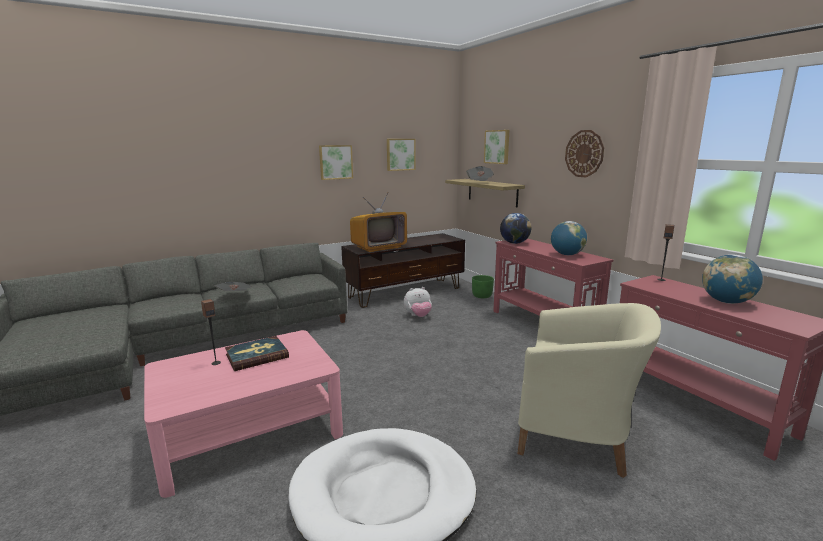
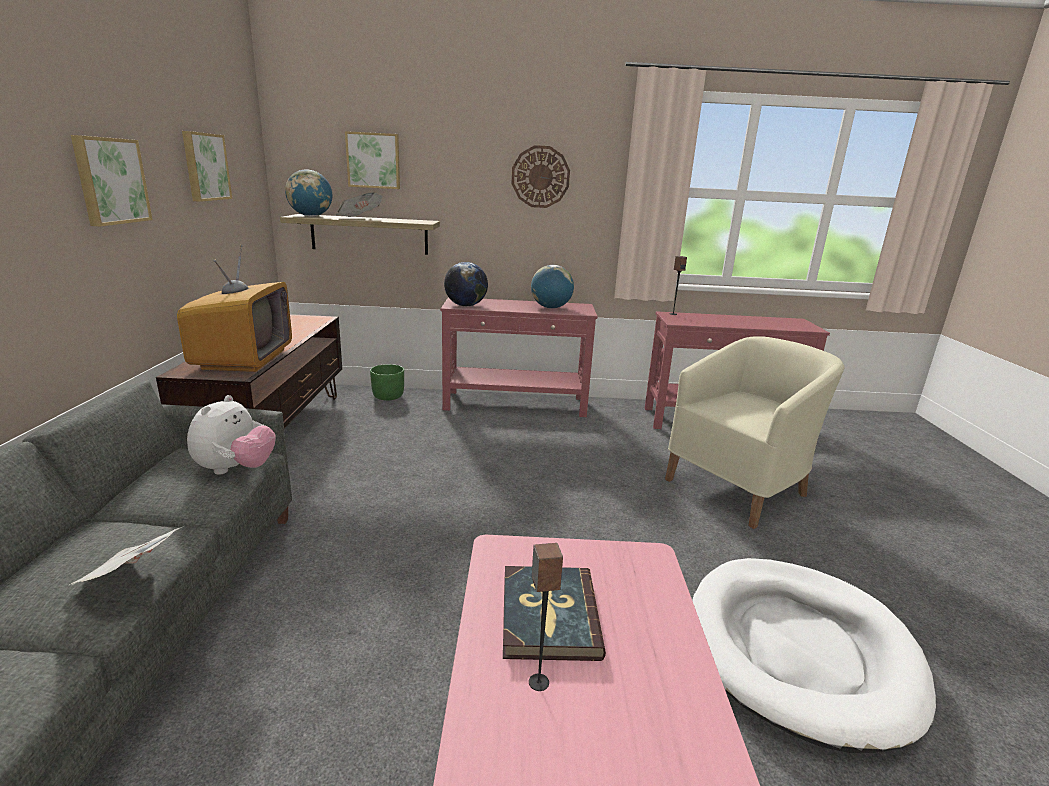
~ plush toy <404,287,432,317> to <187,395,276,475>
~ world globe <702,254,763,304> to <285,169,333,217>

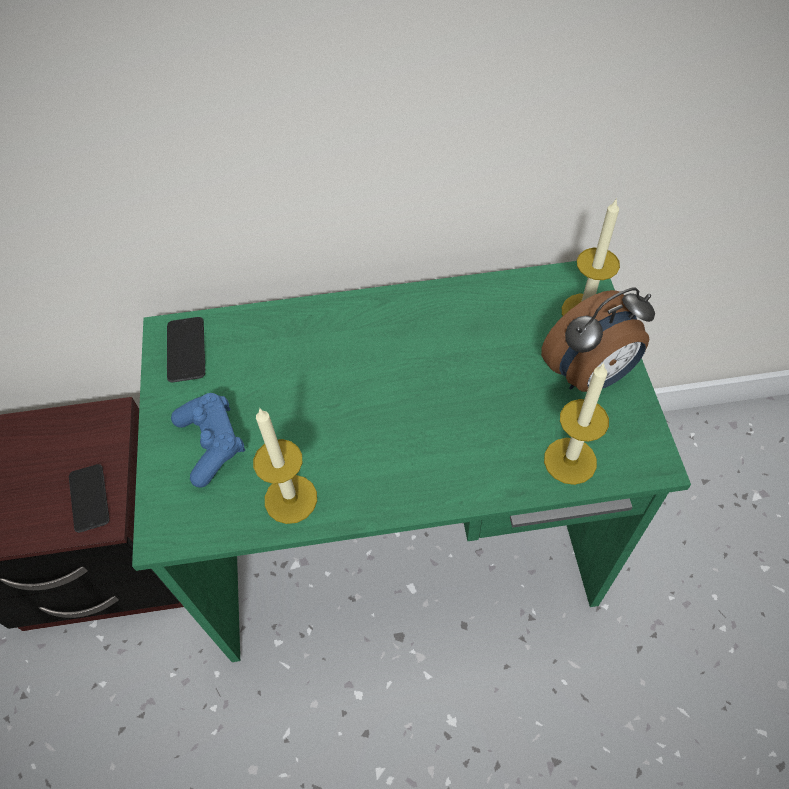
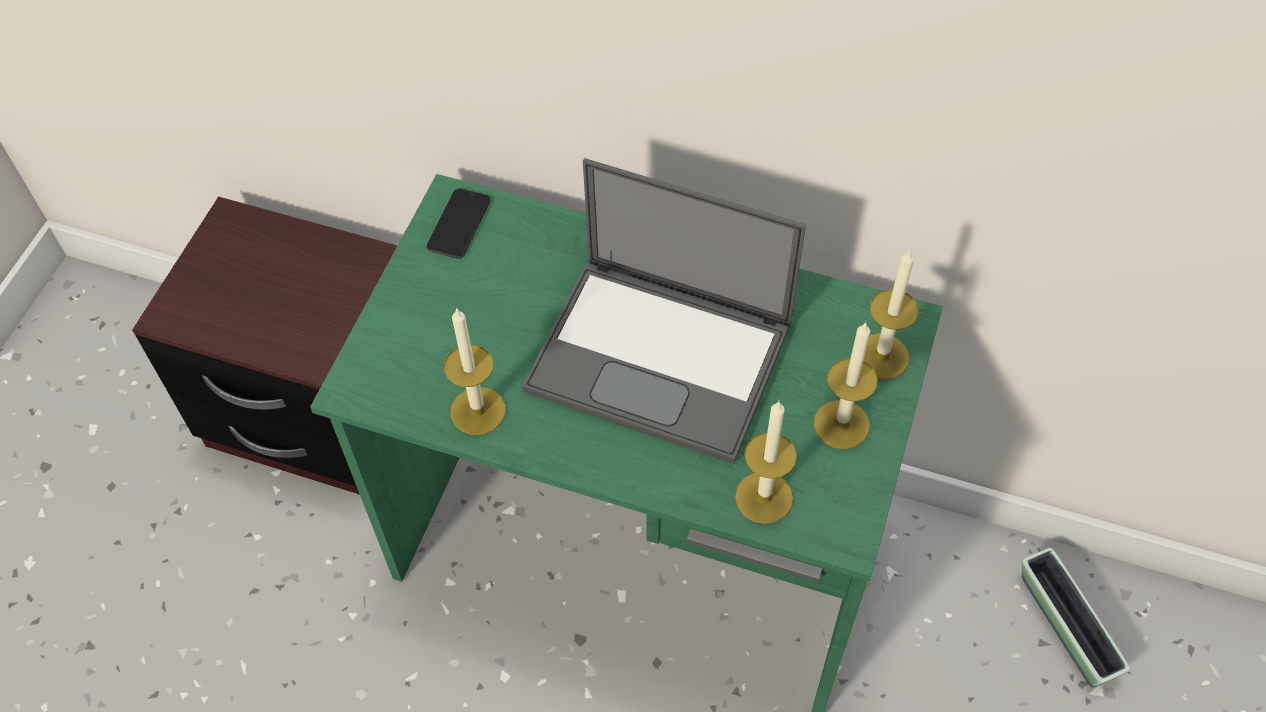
+ portable computer <522,158,806,464>
~ table clock <541,288,655,392> to wax candle <814,322,878,449>
+ plant pot <1022,548,1130,687>
- handset <69,464,109,533>
- bluish game controller <171,393,245,488>

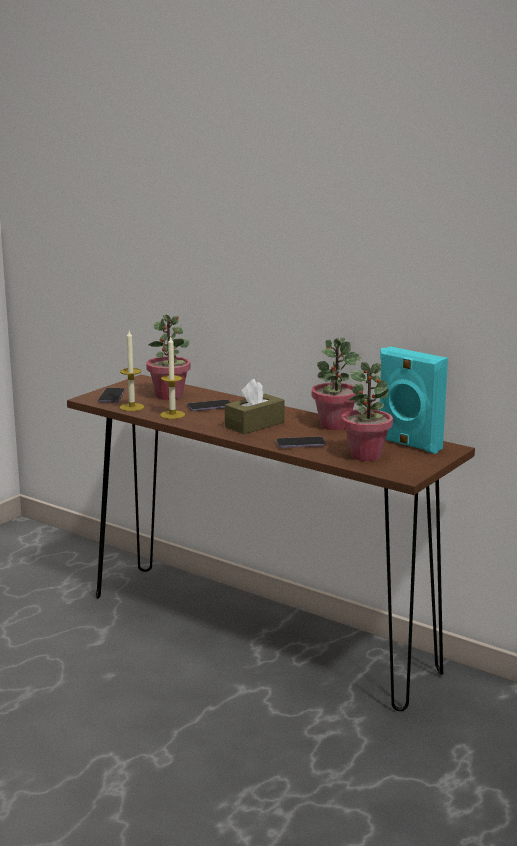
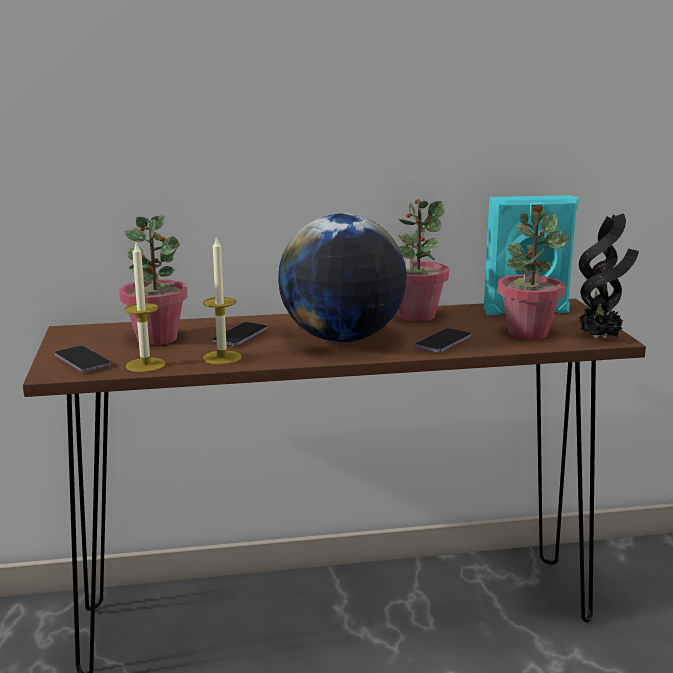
~ brownish tissue box <225,379,285,434> to world globe <278,213,407,342>
+ plant in a pot <579,213,639,339>

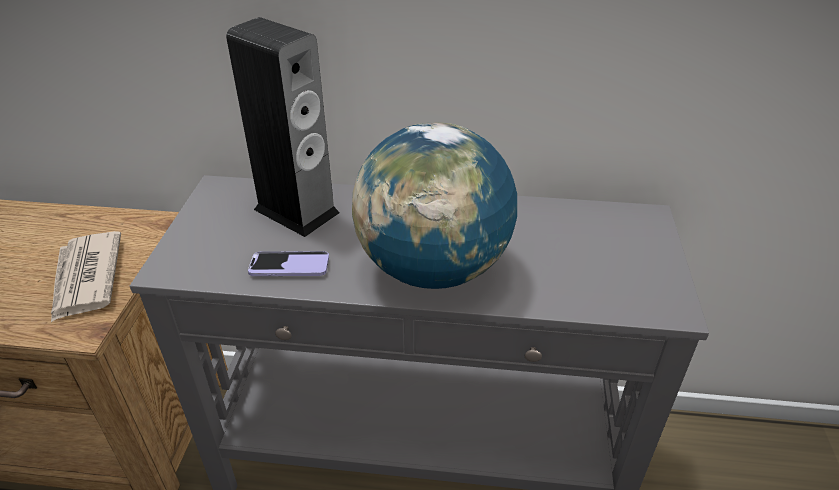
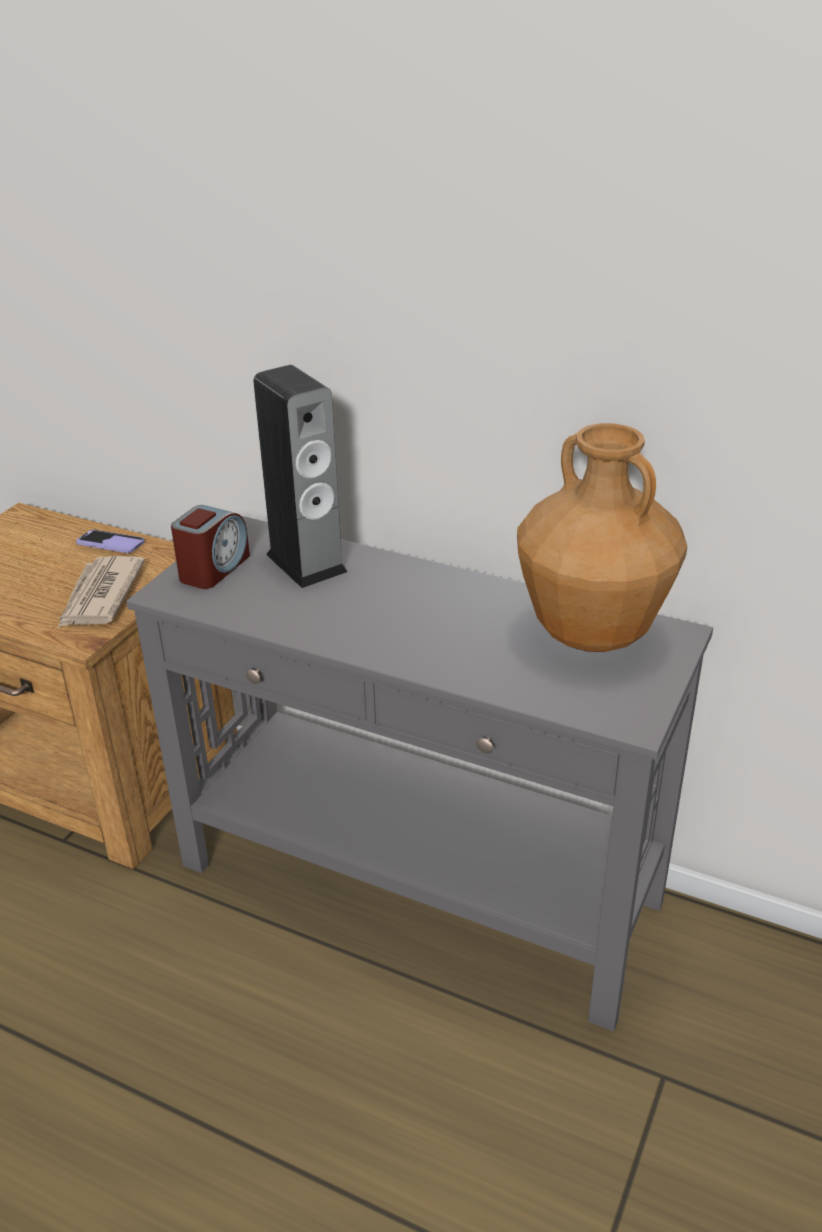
~ handset <248,251,329,276> to <76,530,145,553>
+ table clock <171,505,250,589>
+ brownish vase <517,423,687,652>
- world globe <352,123,517,289>

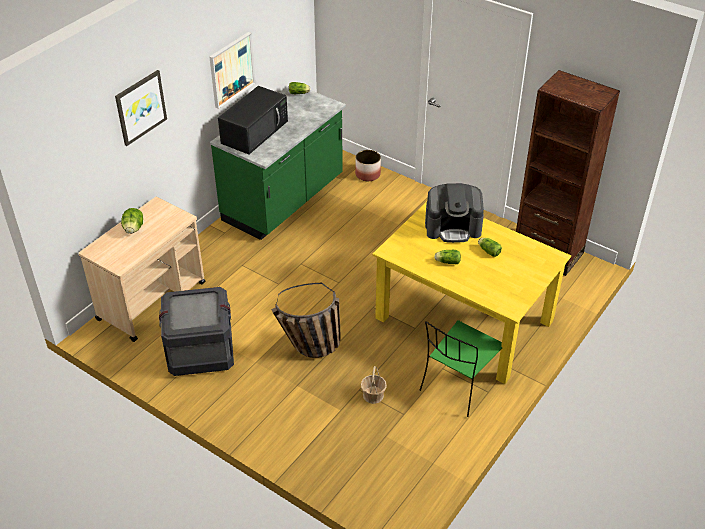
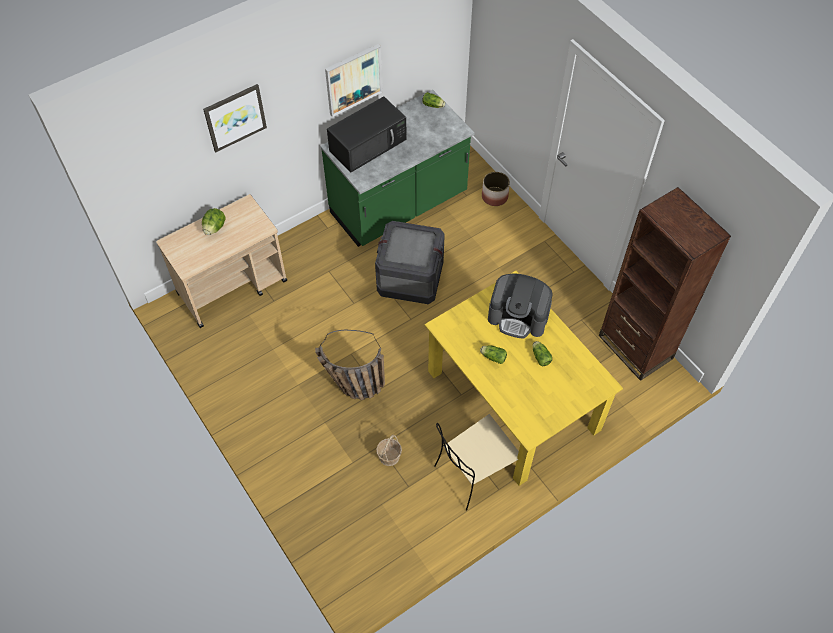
~ crate <159,287,234,376> to <375,221,445,304>
~ green chair <420,320,503,417> to beige chair <434,414,519,511>

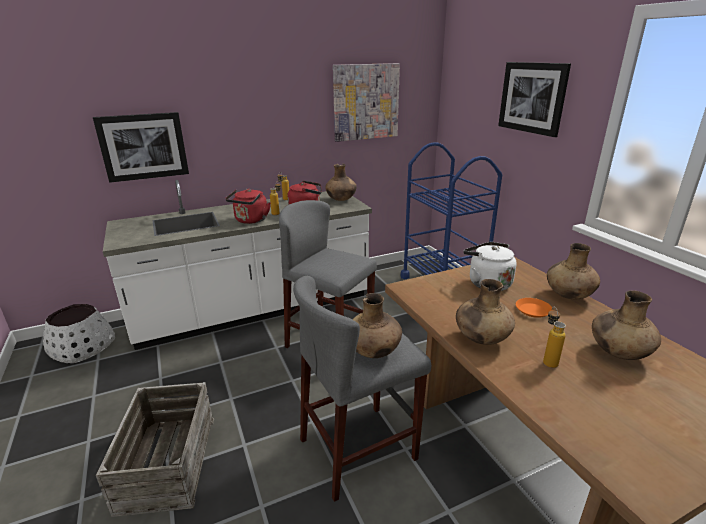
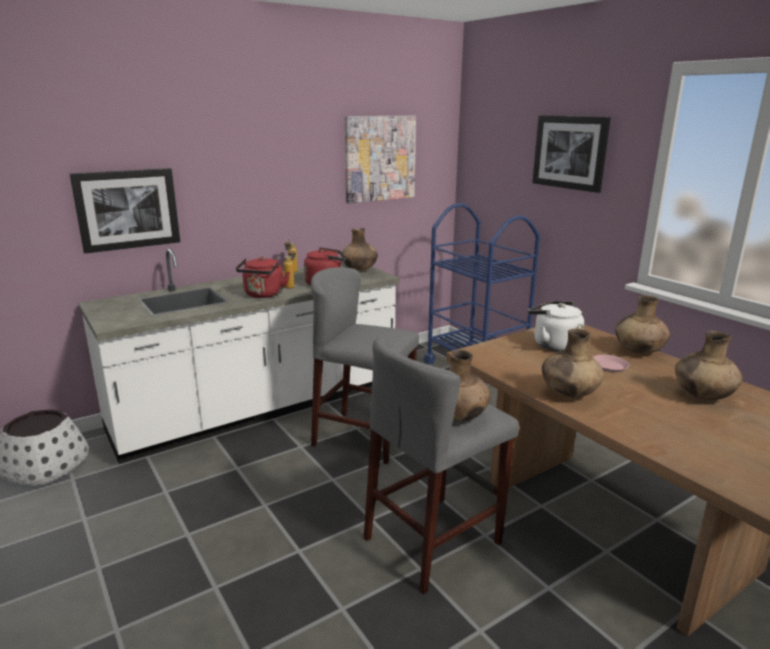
~ orange dinner plate <516,298,553,318> to pinkish dinner plate <593,355,629,372>
- crate <96,382,214,517>
- beverage bottle <543,307,566,368>

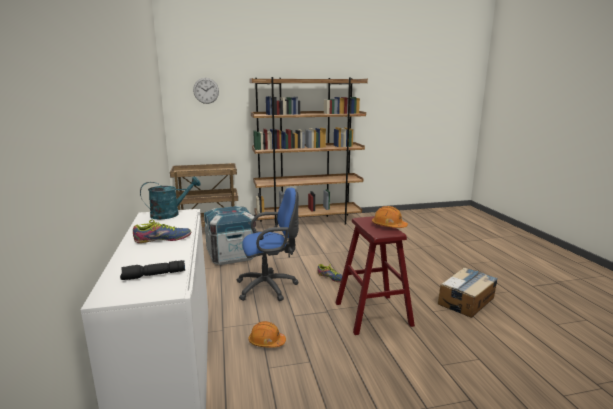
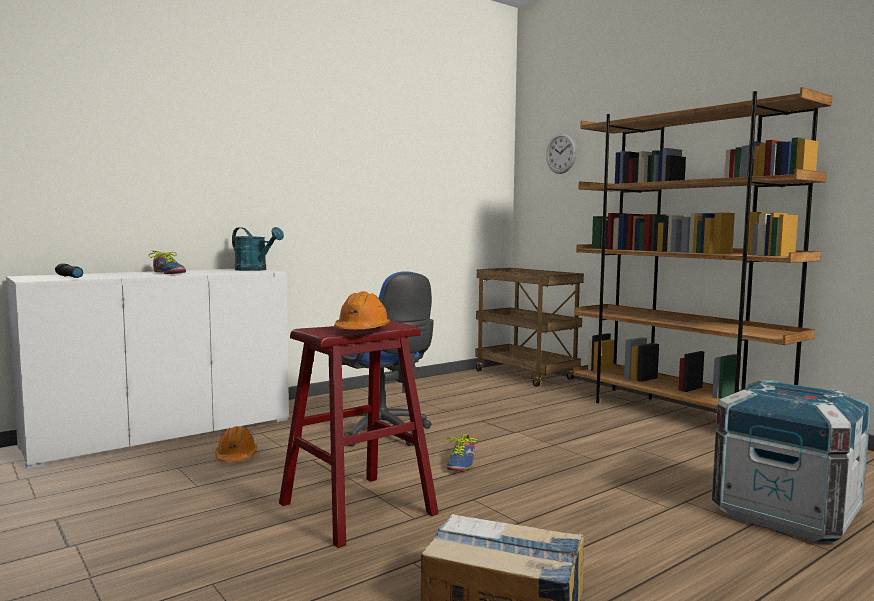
~ crate <204,206,256,265> to <712,381,871,542>

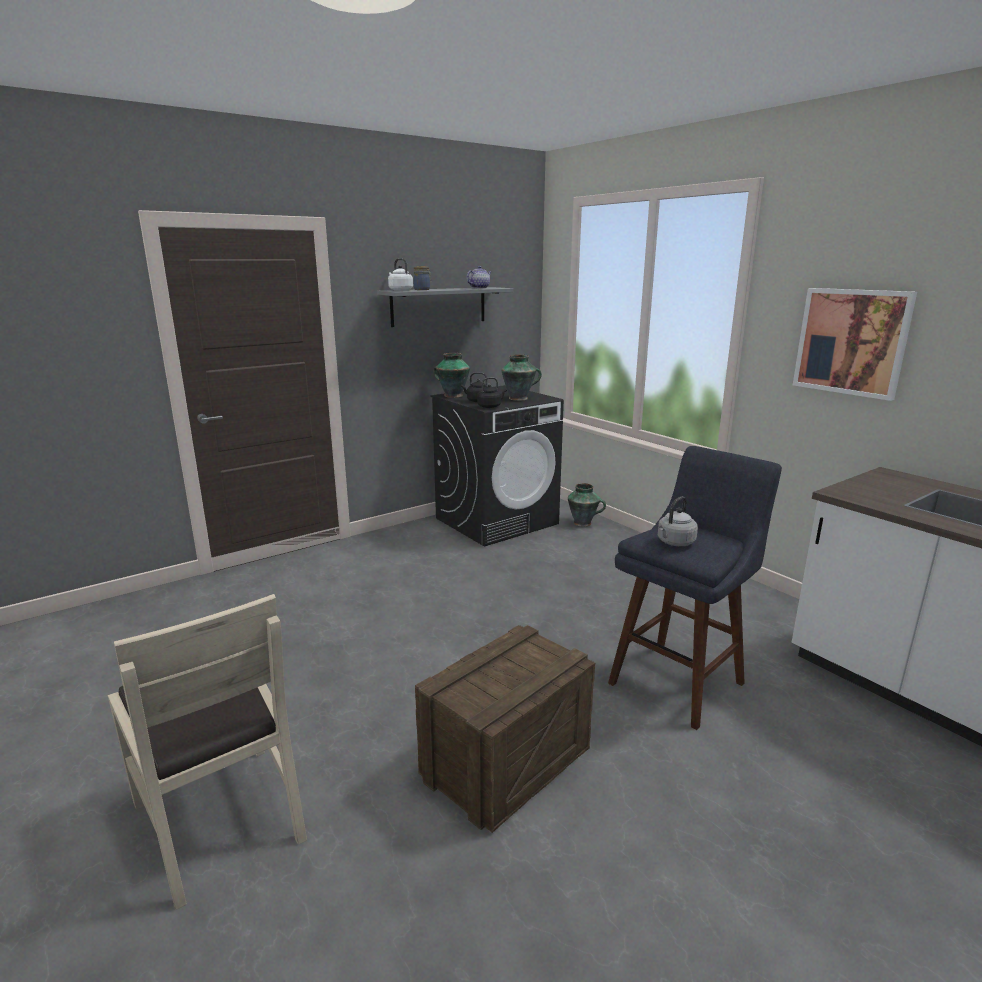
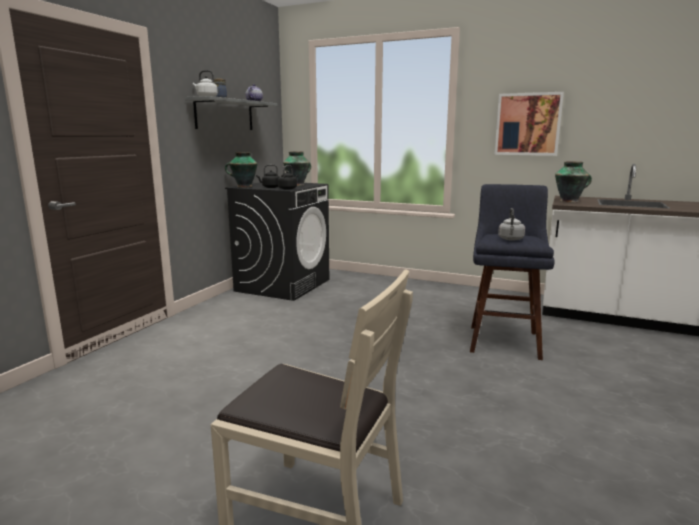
~ vase <568,483,606,527> to <555,161,592,202>
- crate <415,625,595,833>

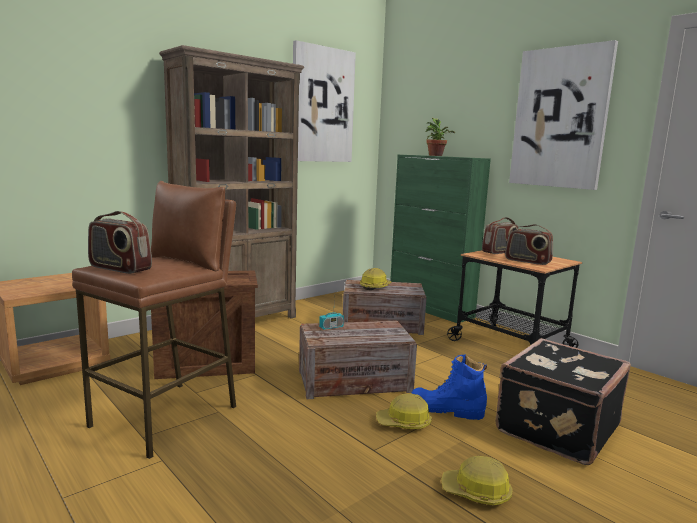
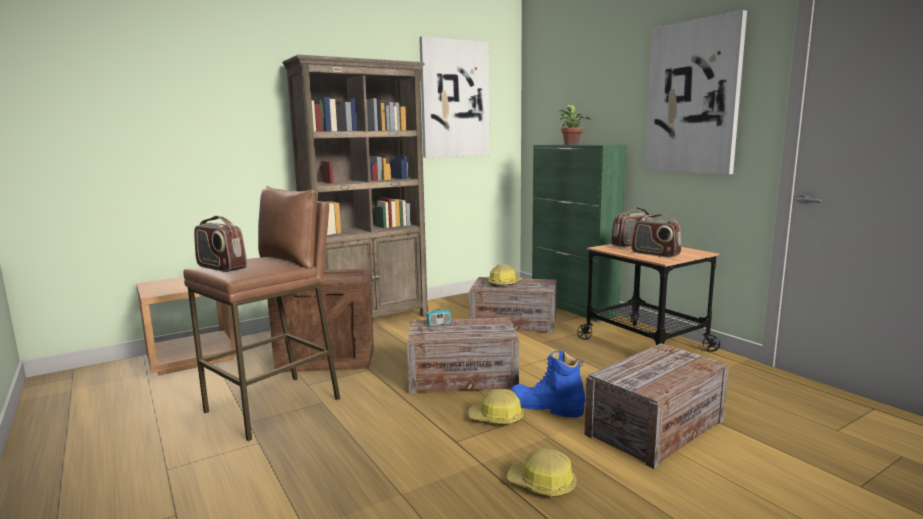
~ black-coloured suitcase <496,338,631,465> to crate <584,343,729,469>

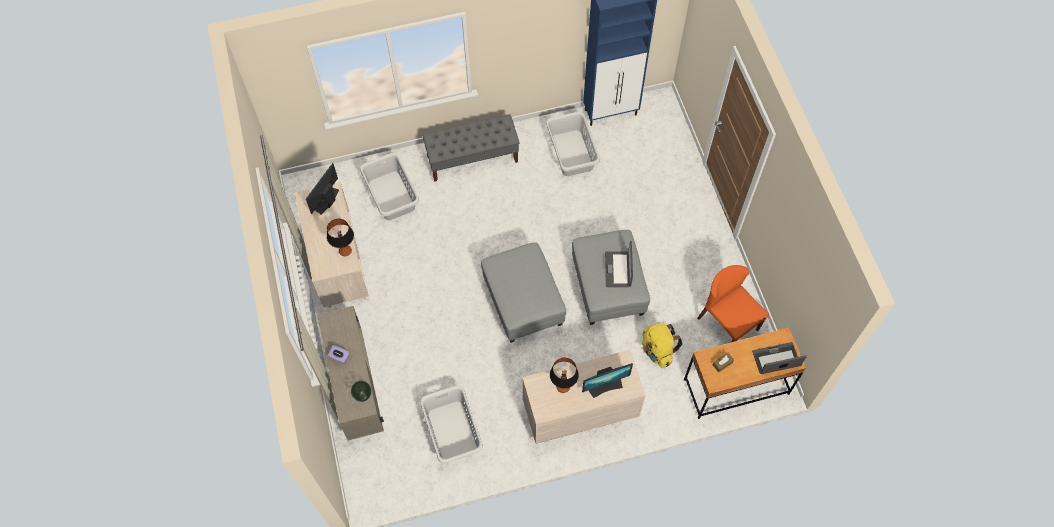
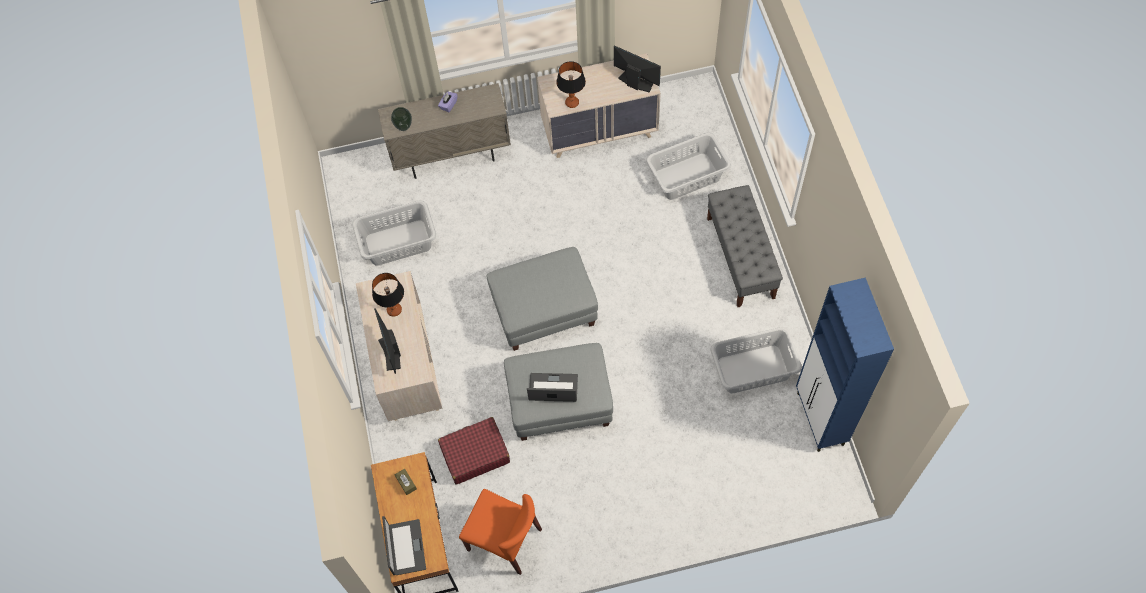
~ yellow backpack <642,323,683,368> to red-coloured suitcase <438,417,510,484>
~ orange chair <698,265,769,342> = <459,489,542,575> 60 degrees clockwise

